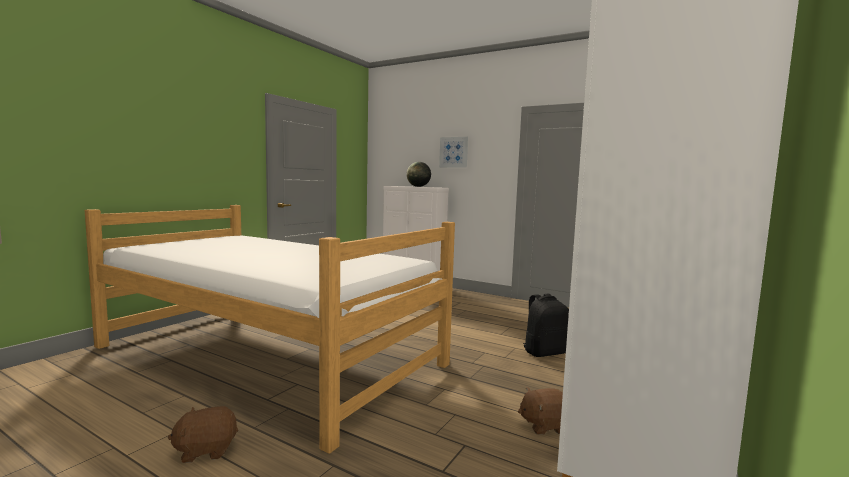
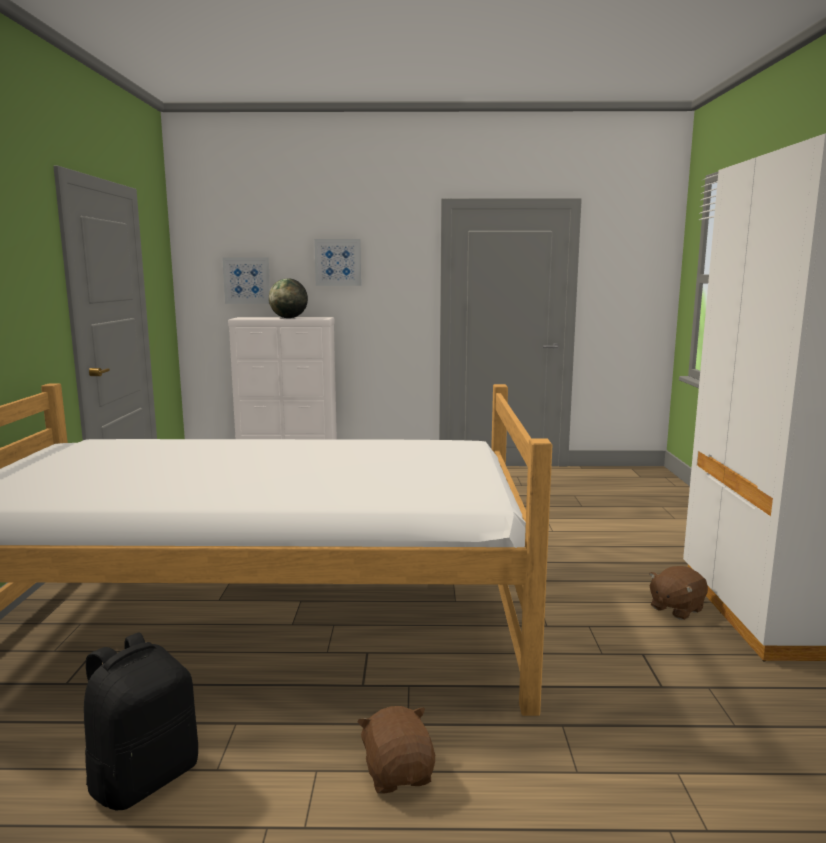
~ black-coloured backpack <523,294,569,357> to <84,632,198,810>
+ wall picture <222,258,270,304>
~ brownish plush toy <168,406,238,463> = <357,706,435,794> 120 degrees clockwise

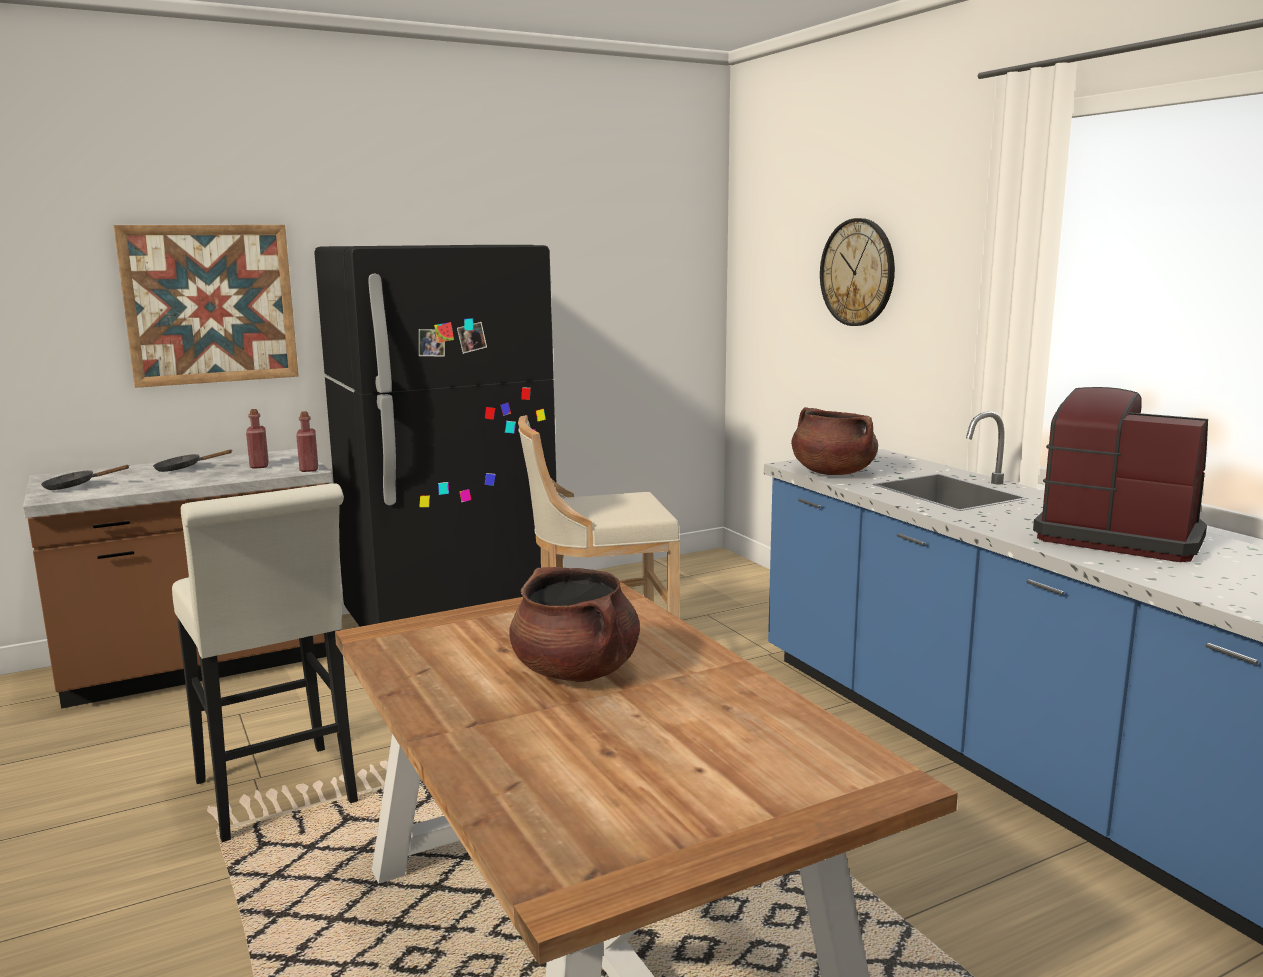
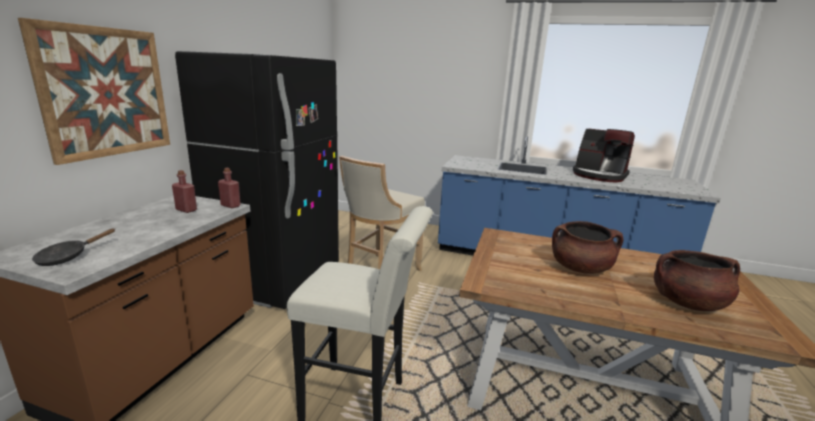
~ coffee brewer <1033,387,1208,562> = <573,129,635,182> 135 degrees counterclockwise
~ brownish stockpot <791,407,878,475> to <654,250,740,311>
- black-coloured frying pan <153,449,233,472>
- wall clock <820,218,895,326>

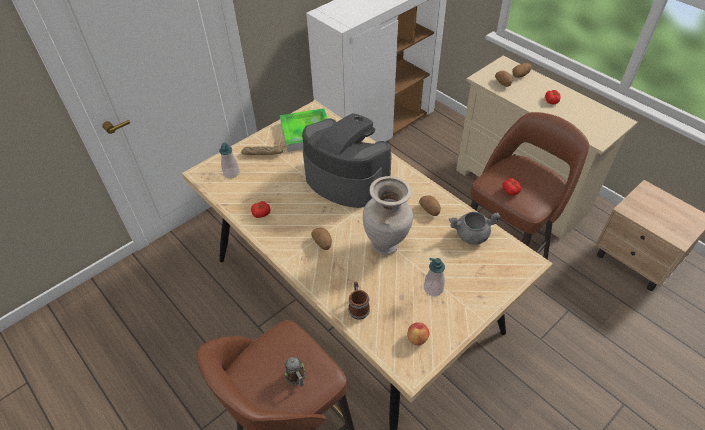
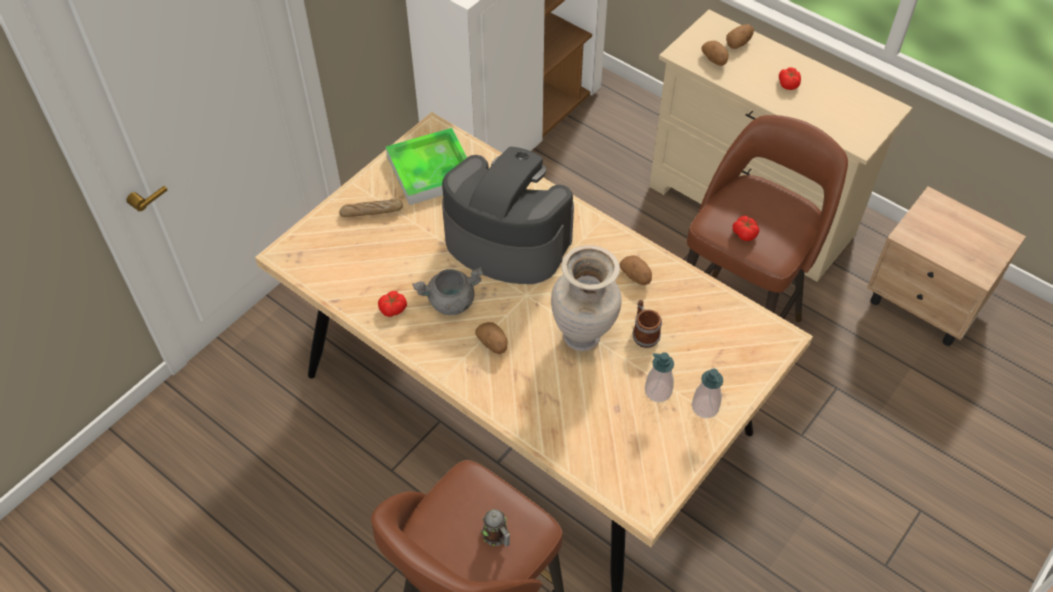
~ greyish stockpot <449,212,500,245> to <413,267,483,315>
~ mug <348,282,370,319> to <632,300,662,348>
~ liquid soap bottle <219,142,240,179> to <692,368,723,418>
- whole apple <408,322,430,345>

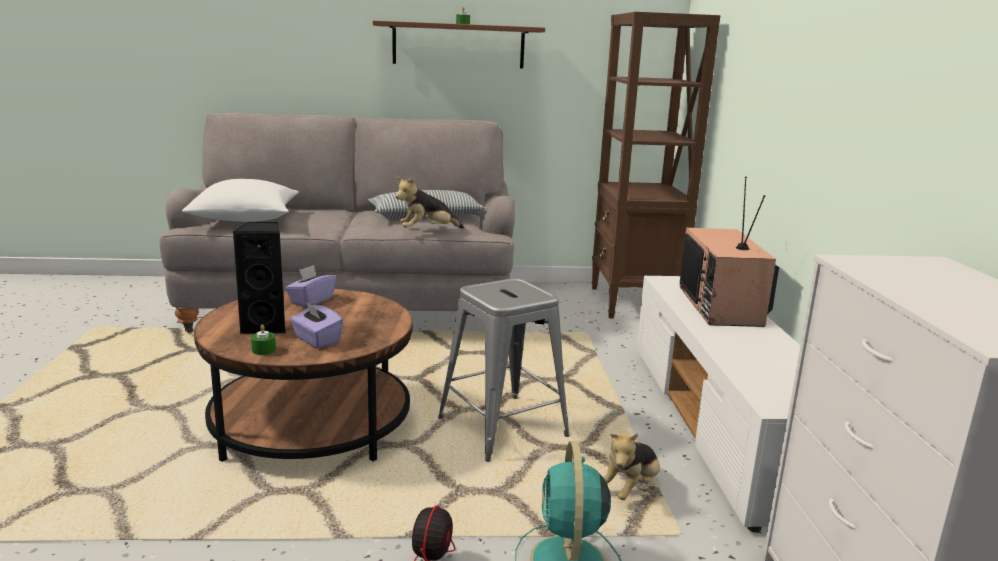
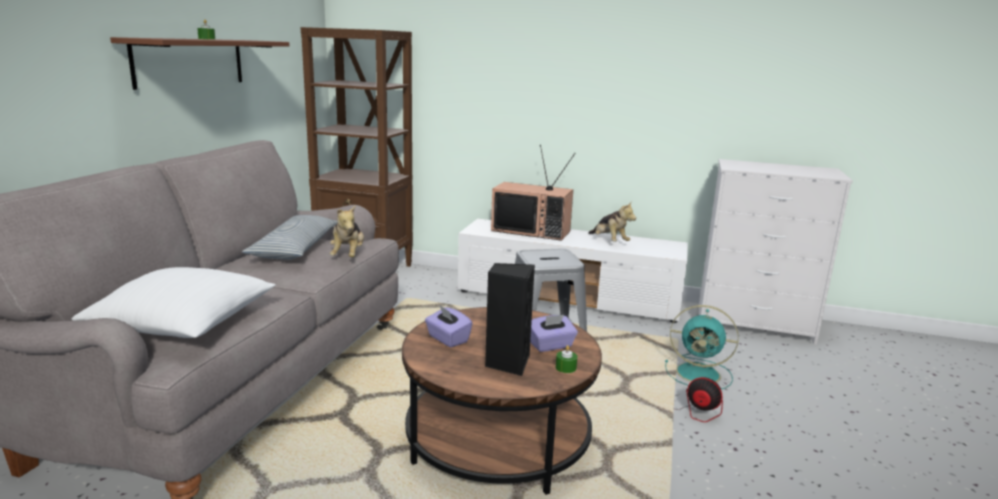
~ plush toy <604,433,660,500> to <588,202,636,242>

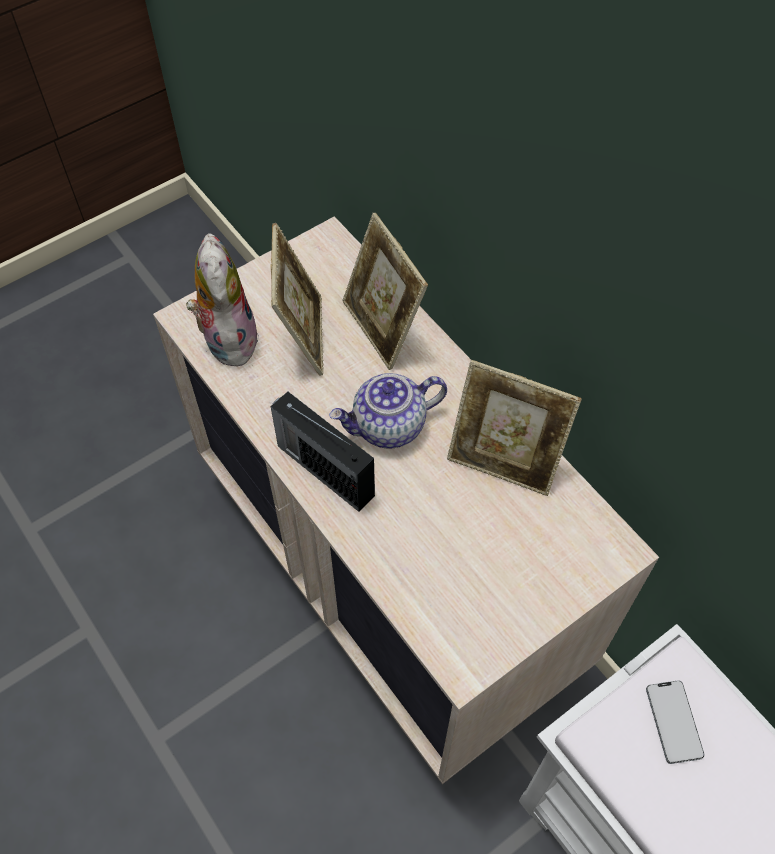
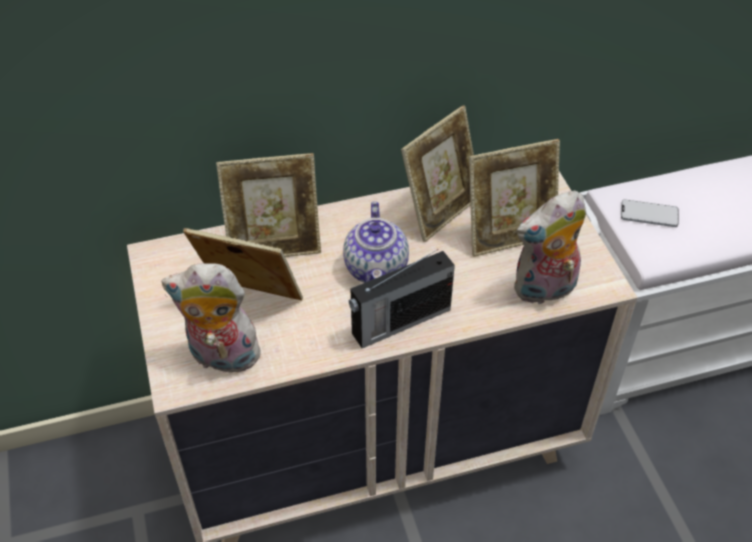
+ picture frame <469,139,560,257>
+ plush toy <514,191,586,305>

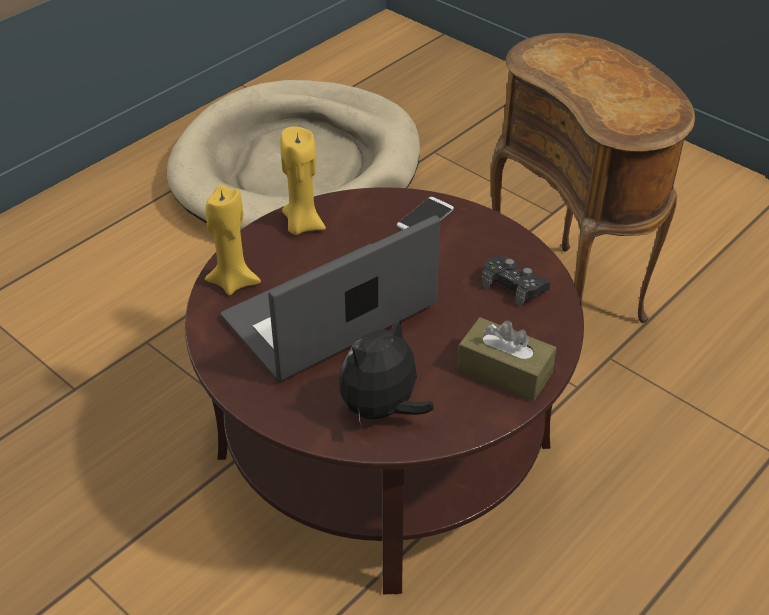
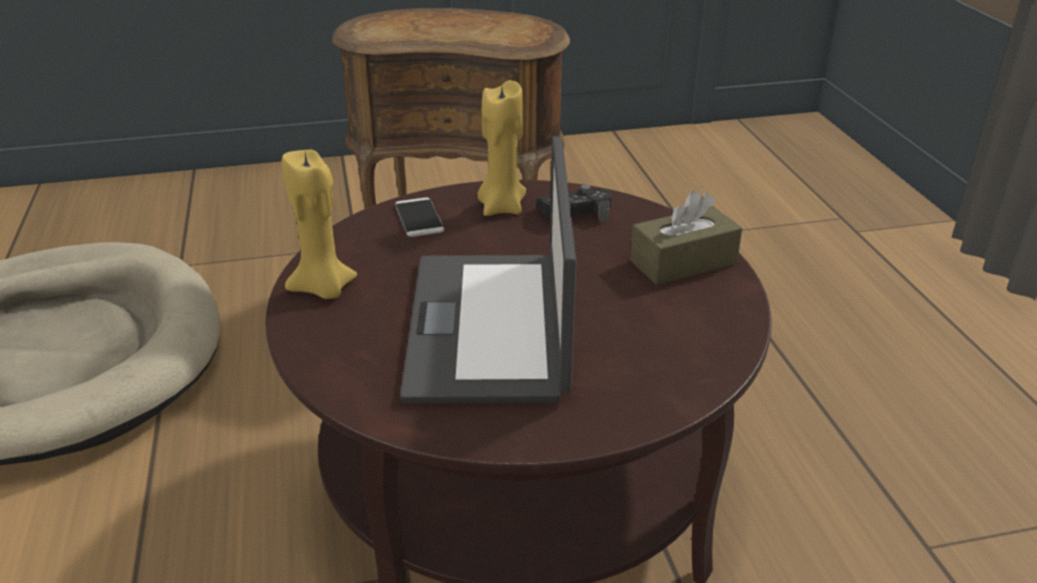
~ yellow wax candle <205,184,261,296> to <477,80,526,216>
- plush toy <339,315,434,429>

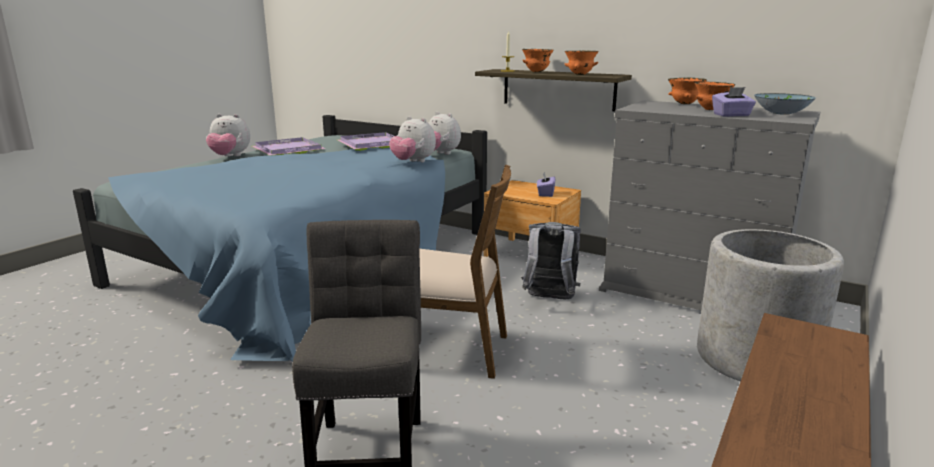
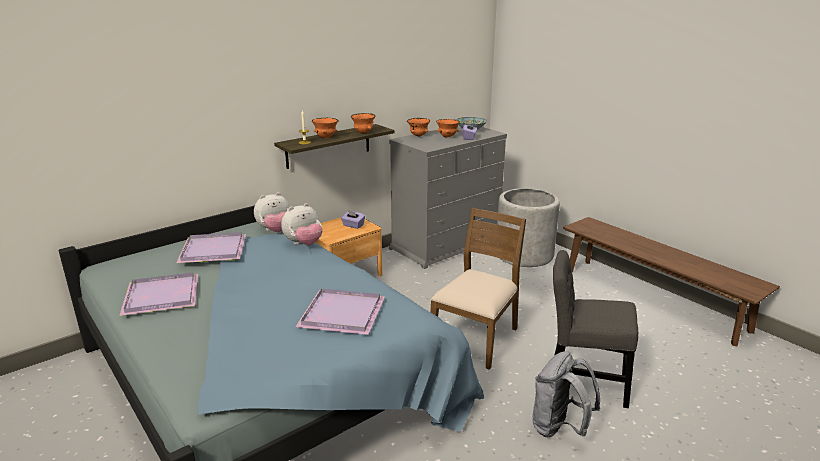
+ purplish serving tray <296,289,385,335>
~ greyish backpack <521,222,581,299> to <532,351,600,437>
- plush toy <206,114,250,156>

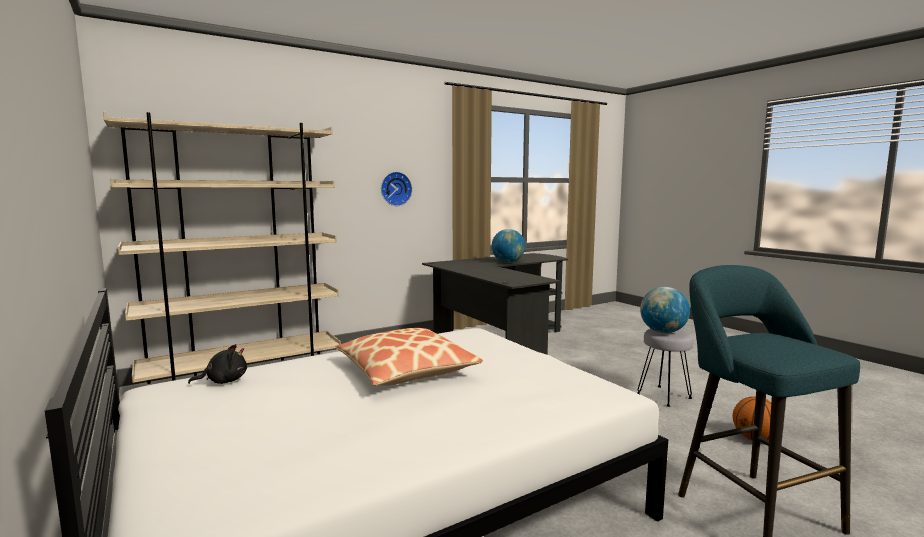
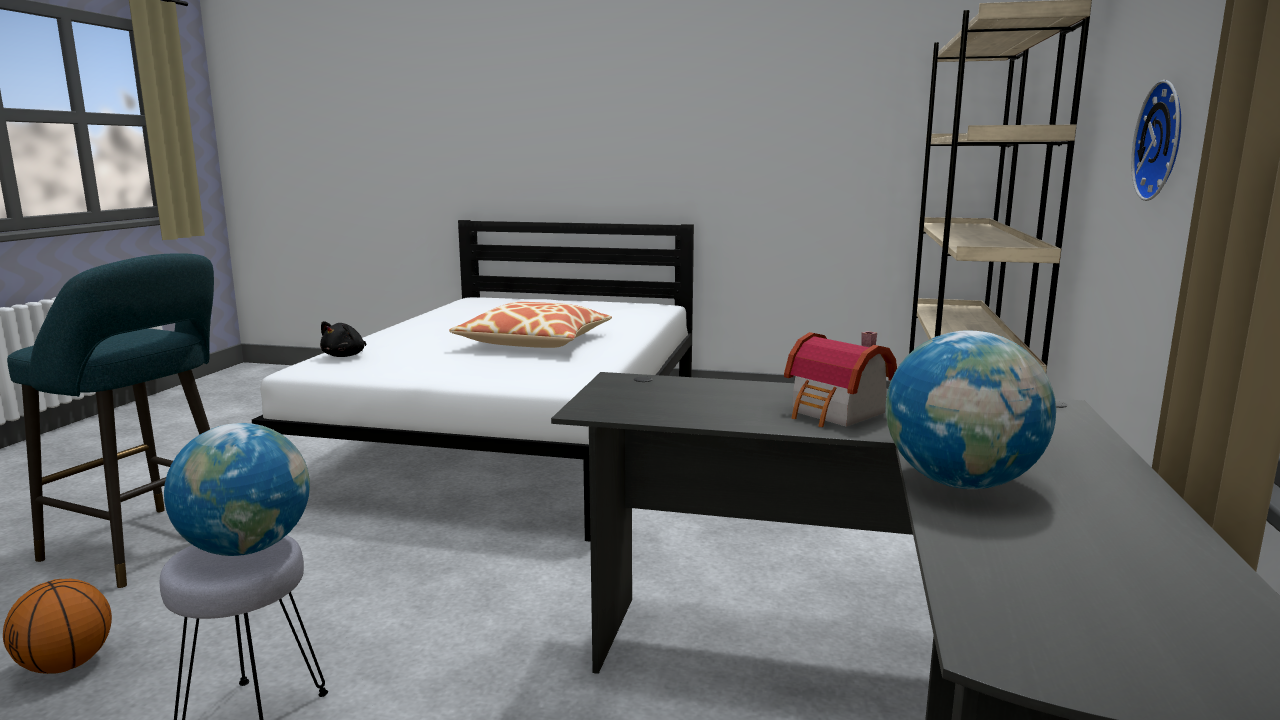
~ black-coloured plush toy <188,344,247,384> to <320,321,366,357>
+ model house <784,331,897,427>

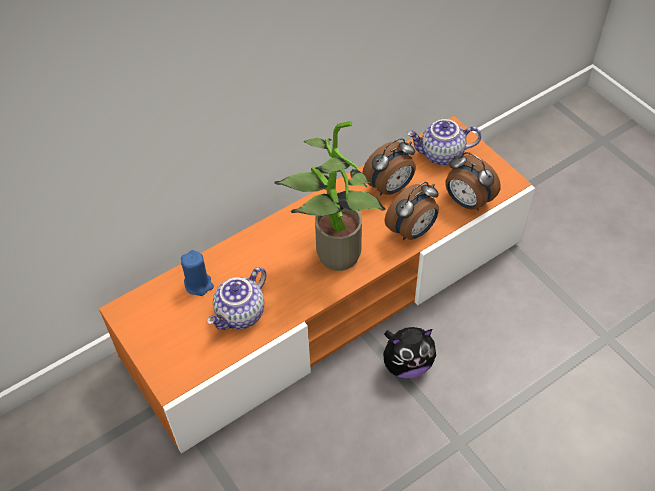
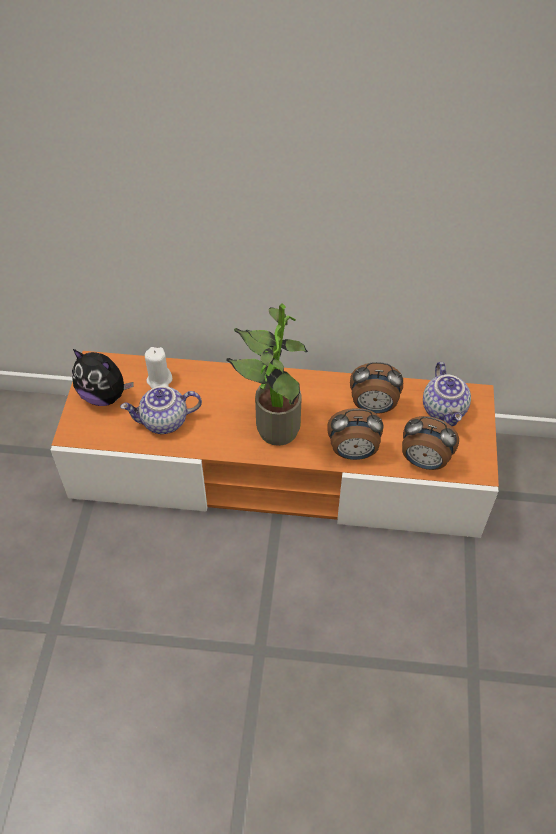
~ plush toy <383,327,436,378> to <72,349,134,406>
~ bluish wax candle <181,250,214,296> to white-coloured wax candle <145,347,172,388>
~ table clock <445,152,501,210> = <402,416,459,470> 60 degrees counterclockwise
~ teapot <407,119,481,165> = <423,362,471,426> 135 degrees counterclockwise

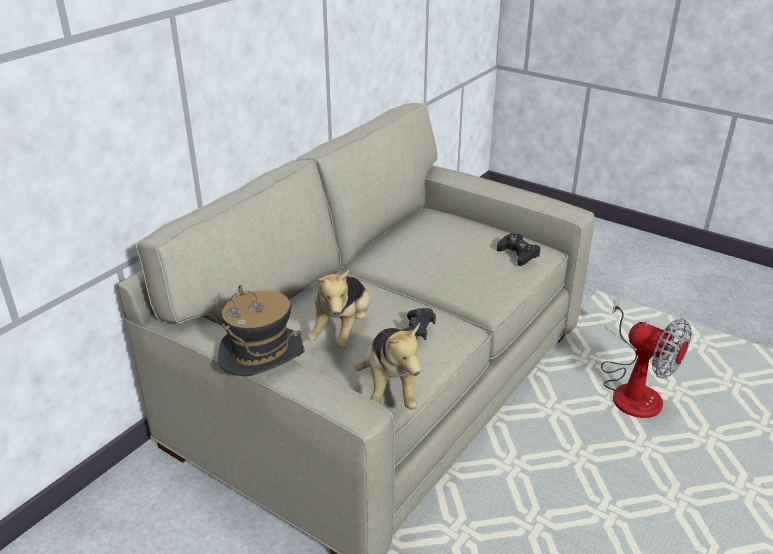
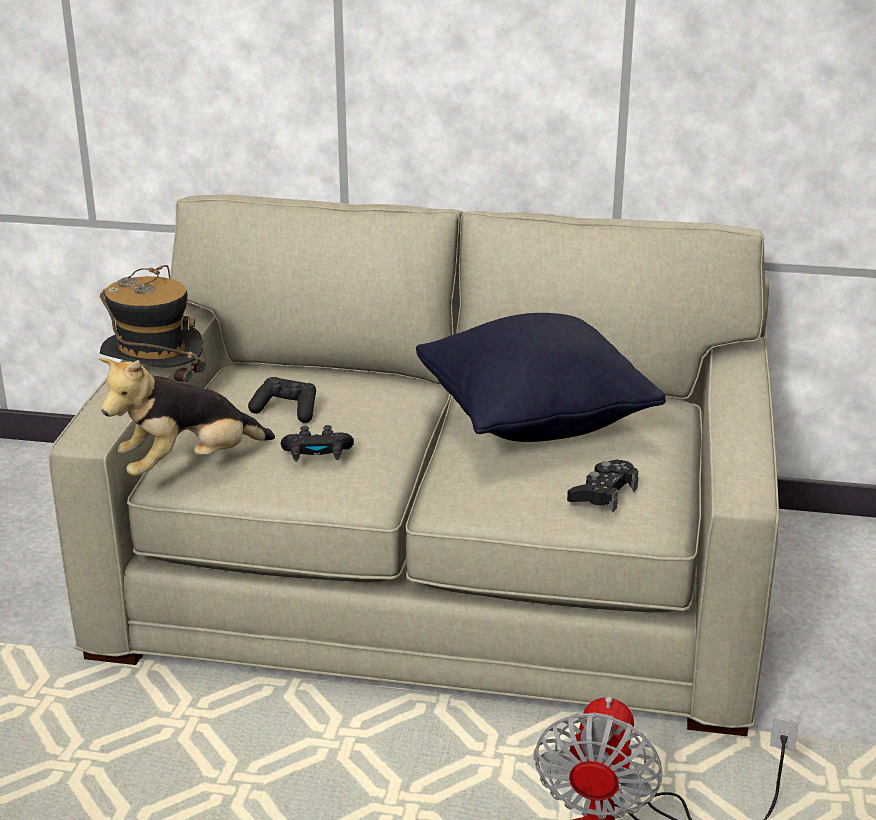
~ plush toy <307,270,371,349> to black-coloured game controller <248,377,316,423>
+ black-coloured throw pillow <416,313,666,442>

